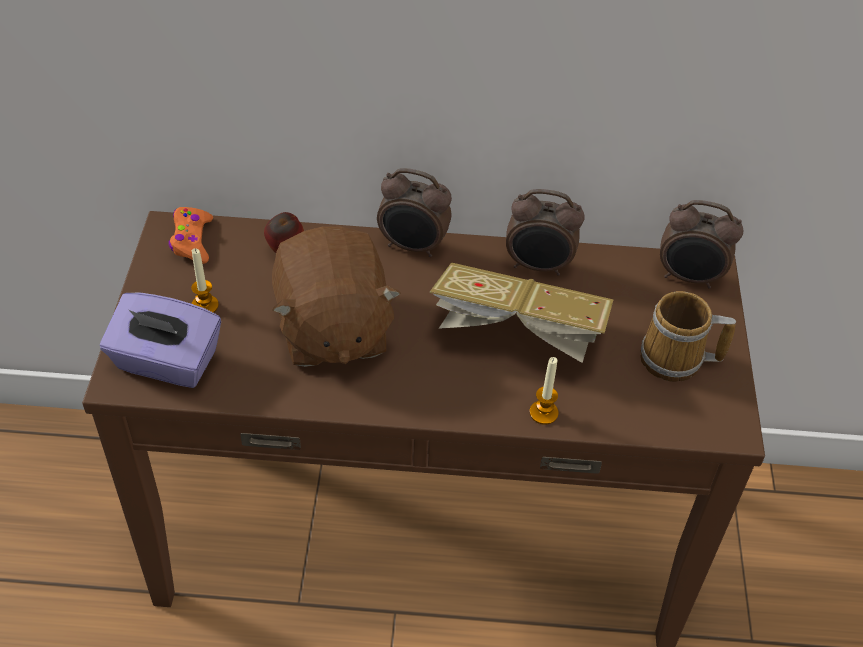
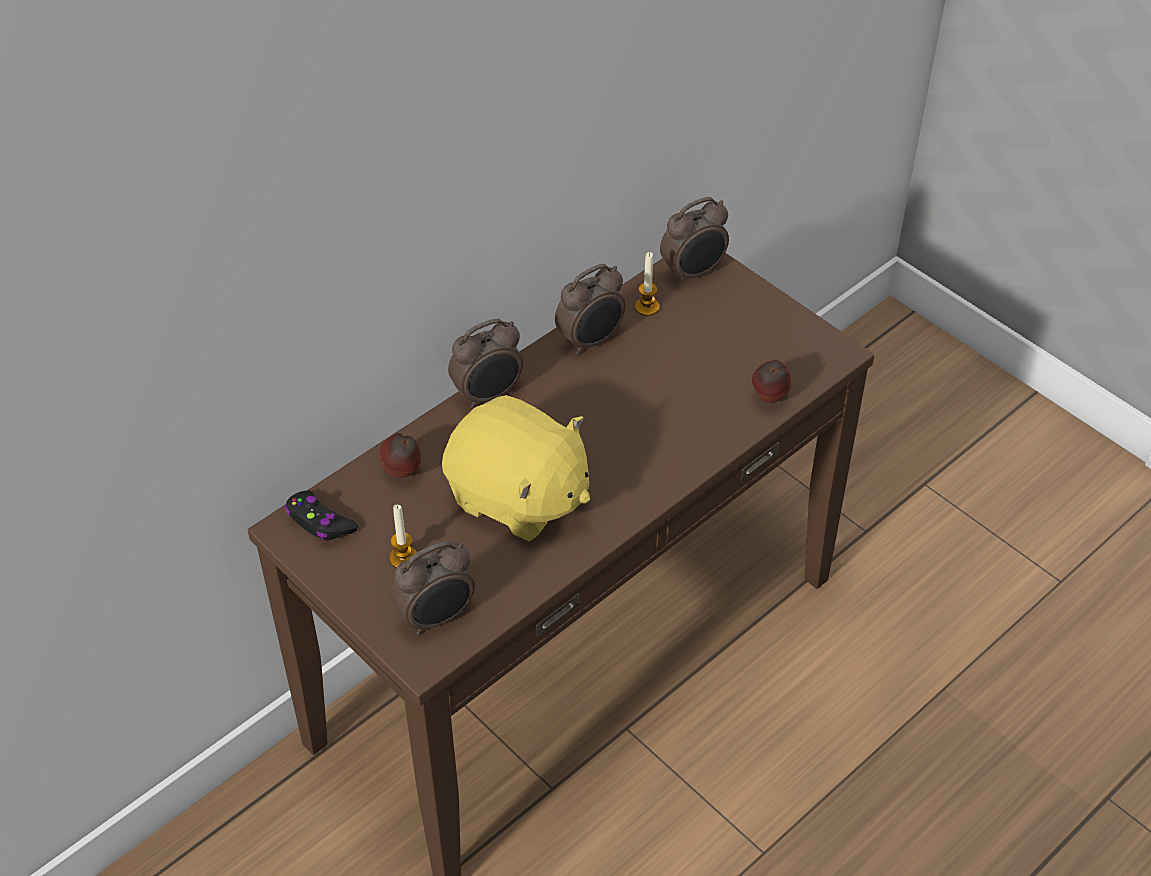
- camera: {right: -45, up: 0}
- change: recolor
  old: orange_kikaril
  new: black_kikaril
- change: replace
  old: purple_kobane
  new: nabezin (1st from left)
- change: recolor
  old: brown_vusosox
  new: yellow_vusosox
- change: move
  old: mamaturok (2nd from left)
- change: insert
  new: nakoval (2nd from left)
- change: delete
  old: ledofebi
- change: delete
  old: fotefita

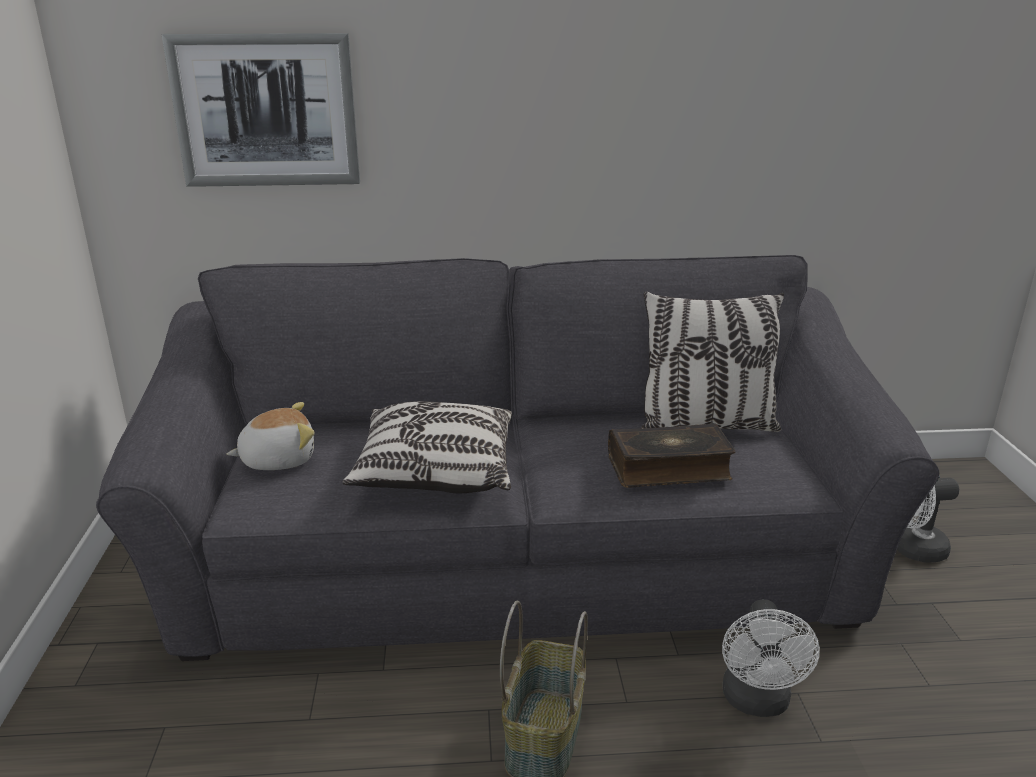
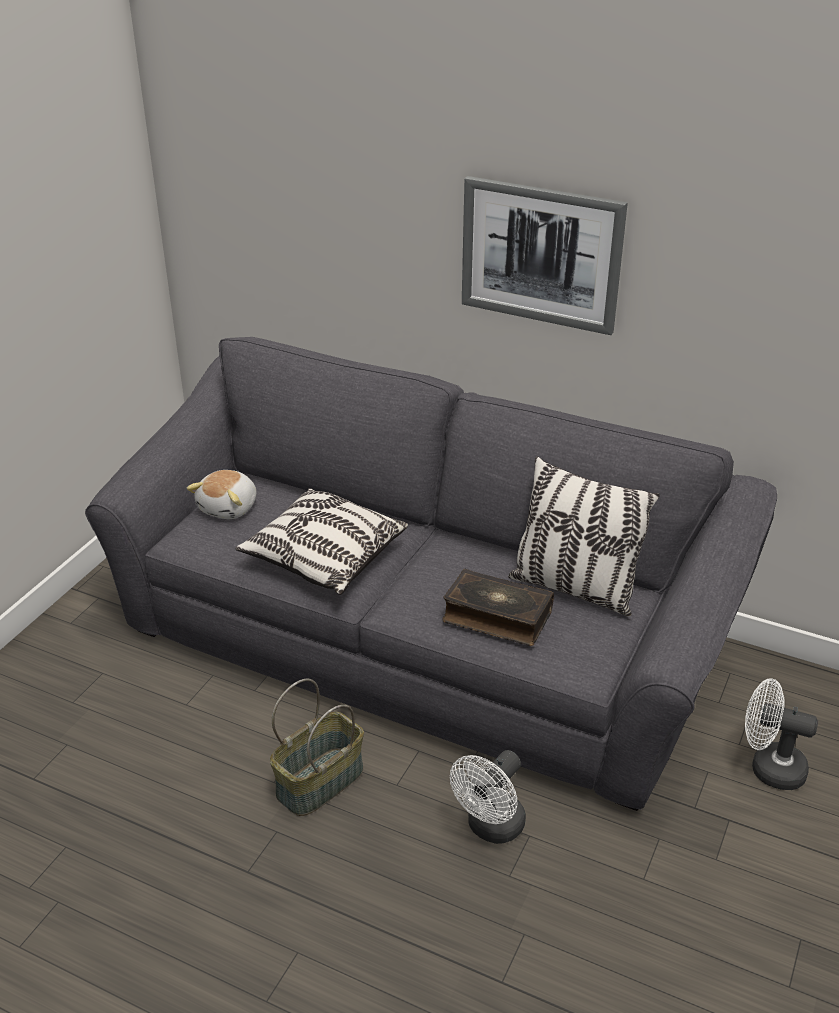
- camera: {right: 30, up: 10}
- change: rotate
  old: vusosox
  degrees: 105
- change: move
  old: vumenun

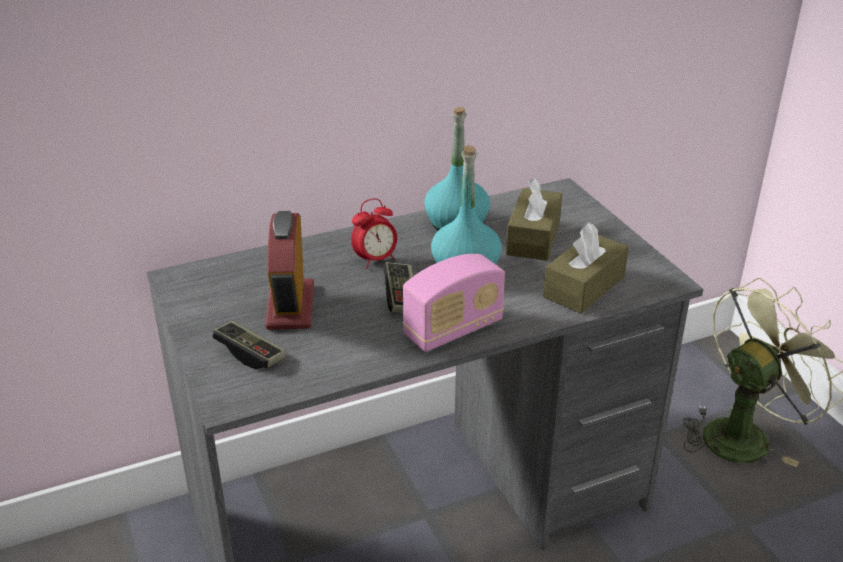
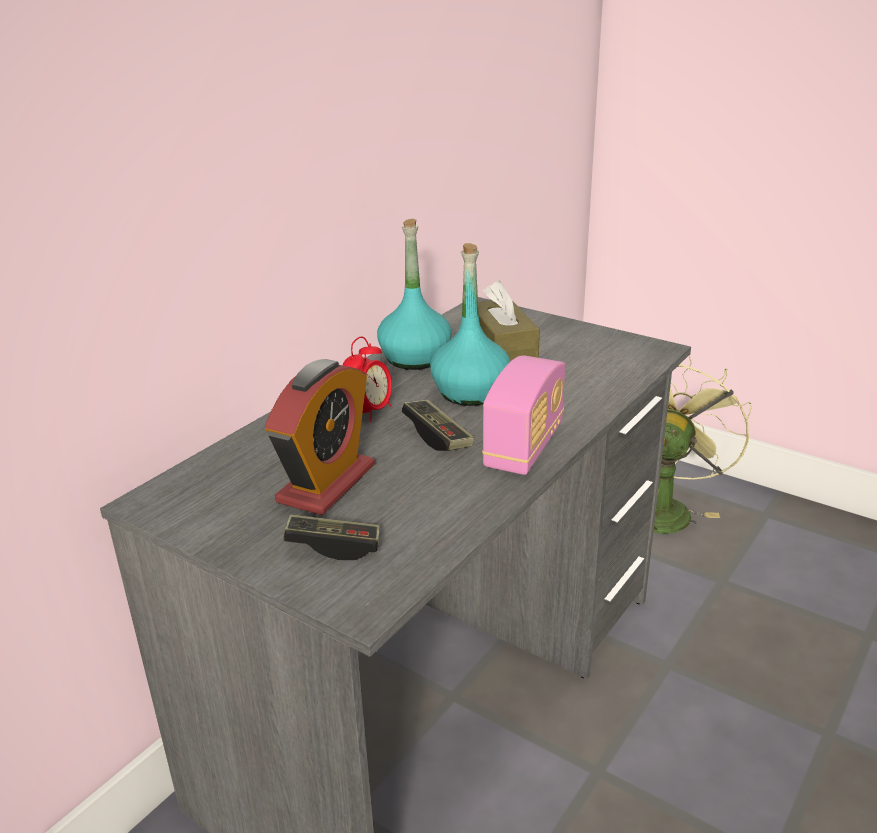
- camera: {right: -30, up: -5}
- change: rotate
  old: nabezin (1st from left)
  degrees: -120
- change: delete
  old: brown_kobane (2nd from left)

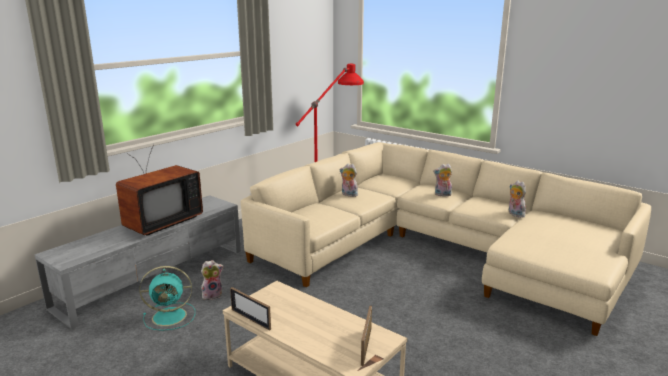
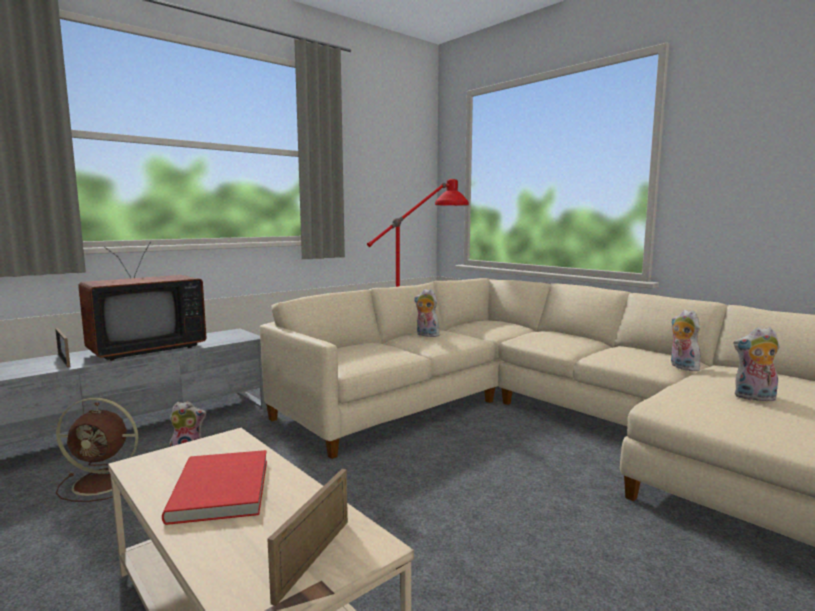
- camera: {right: 10, up: -10}
- change: move
  old: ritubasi (1st from left)
- change: recolor
  old: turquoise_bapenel
  new: brown_bapenel
- change: insert
  new: red_ledofebi
- change: move
  old: vusosox (3rd from left in the first image)
  new: vusosox (4th from left)

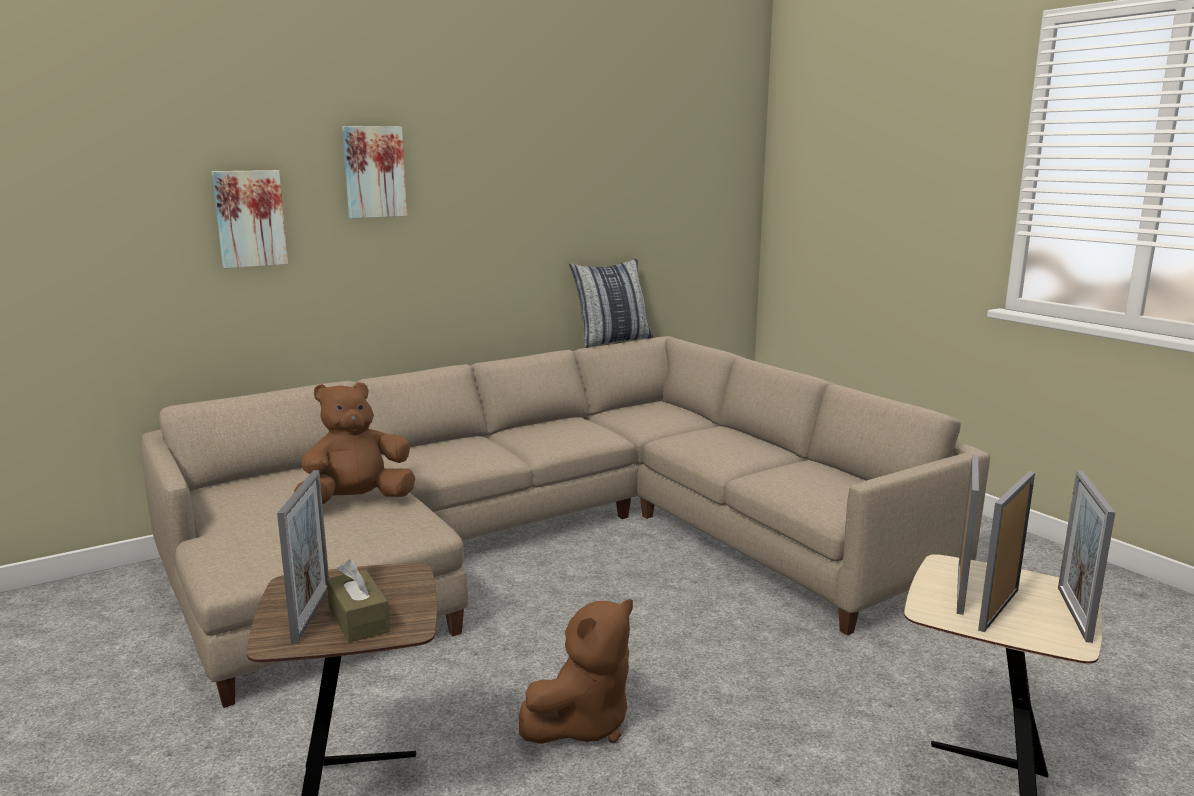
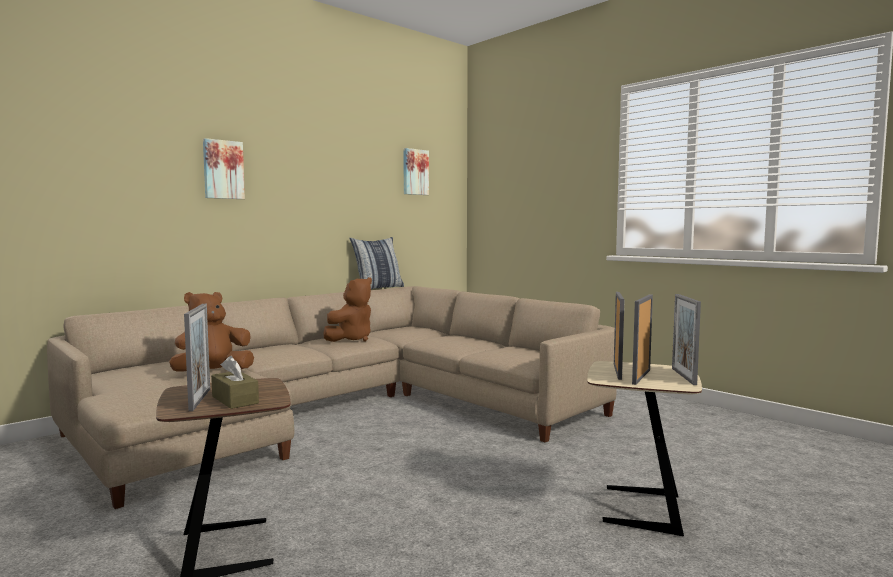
- camera: {right: -10, up: -10}
- change: move
  old: brown_vusosox (2nd from left)
- change: move
  old: vumenun (1st from left in the first image)
  new: vumenun (2nd from left)

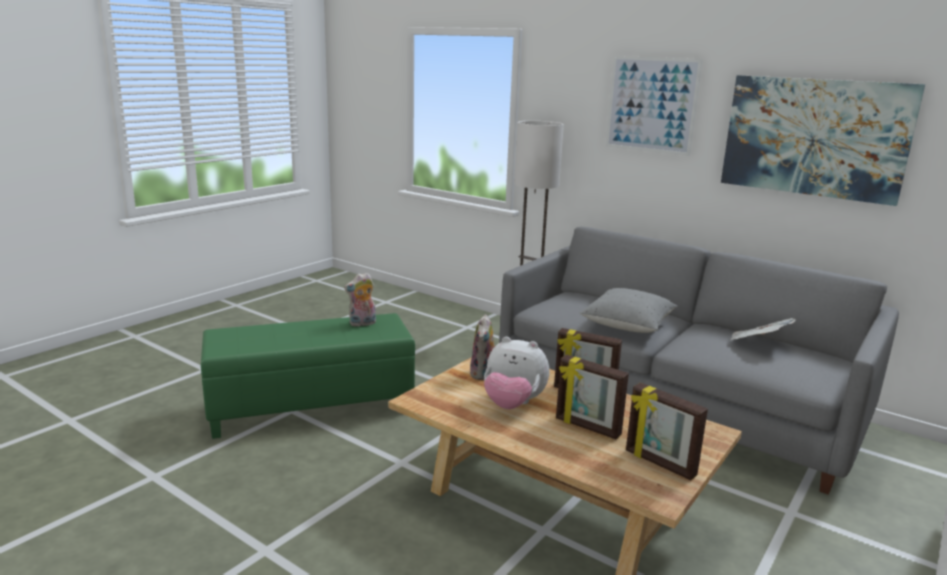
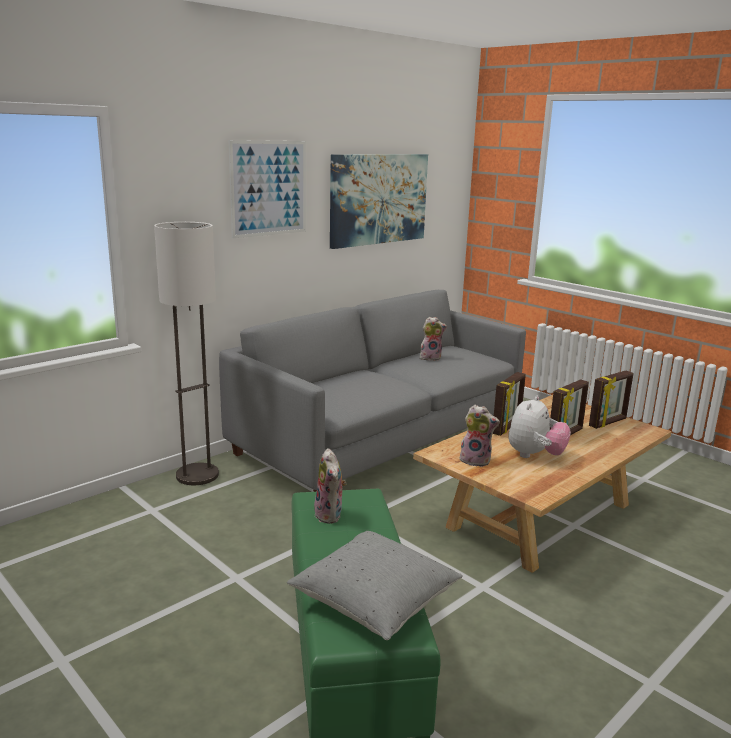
- camera: {right: -80, up: 0}
- change: move
  old: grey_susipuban
- change: replace
  old: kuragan
  new: vusosox (2nd from left)

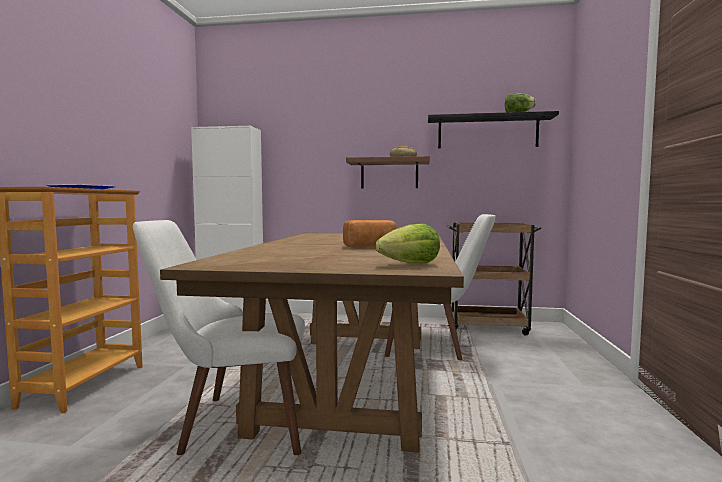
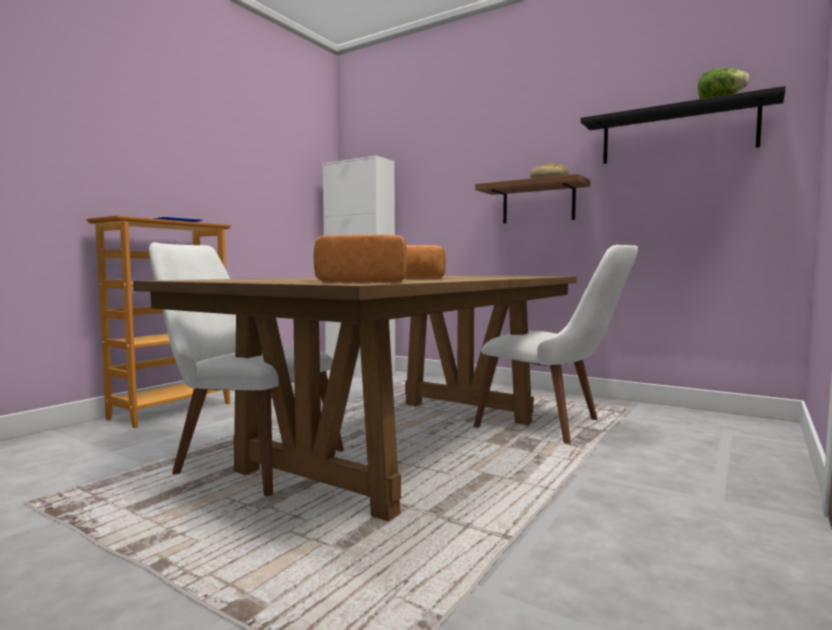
- camera: {right: 25, up: 0}
- change: replace
  old: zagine (1st from left)
  new: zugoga (1st from left)
- change: delete
  old: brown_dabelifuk

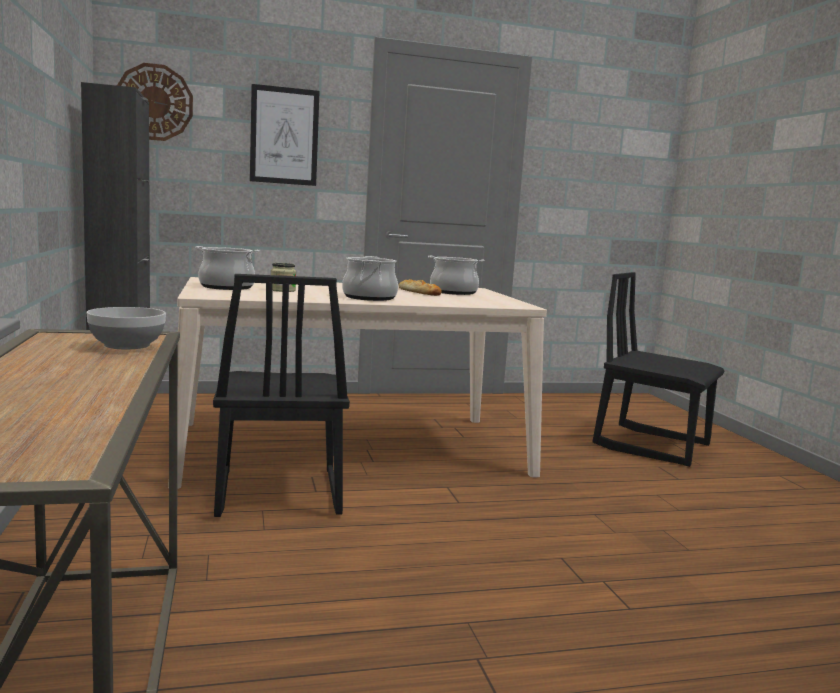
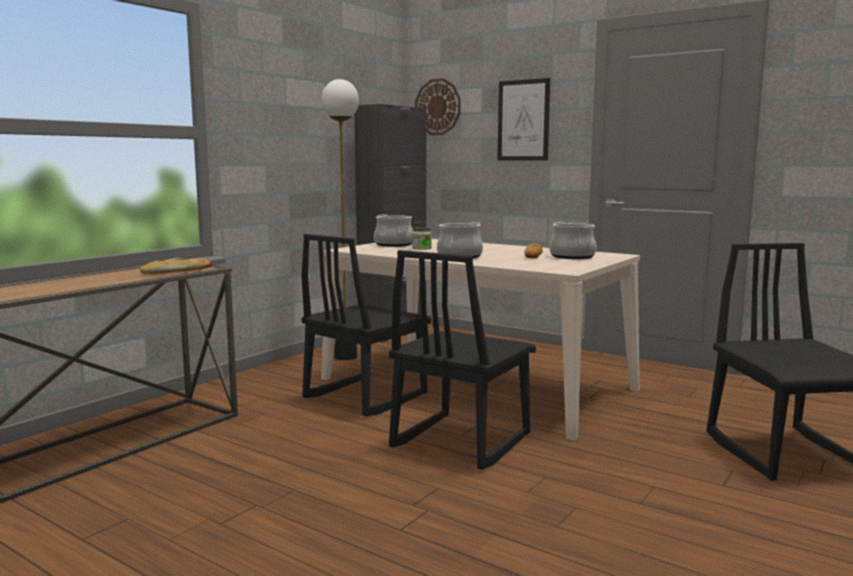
- camera: {right: 50, up: 0}
- change: replace
  old: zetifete
  new: zugoga (1st from left)
- change: insert
  new: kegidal
- change: insert
  new: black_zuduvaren (2nd from left)

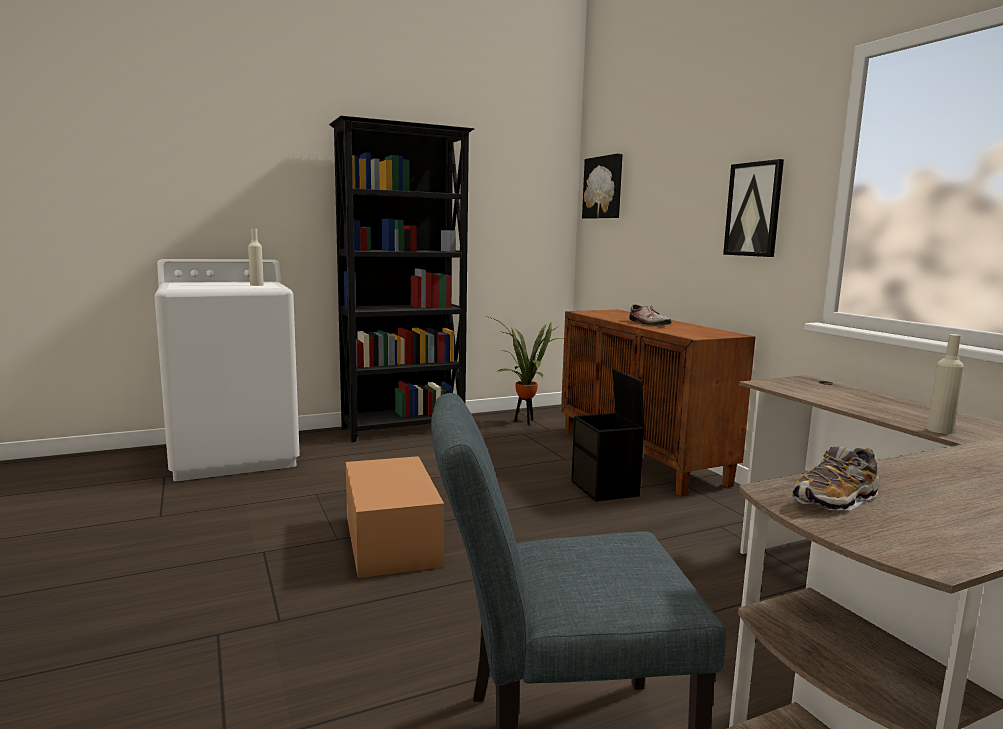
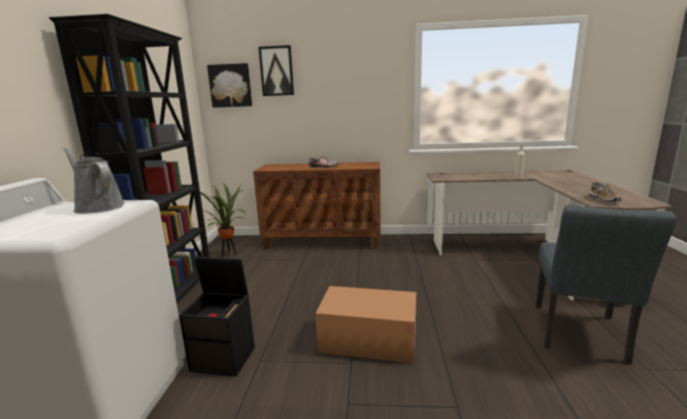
- camera: {right: -60, up: 5}
- change: replace
  old: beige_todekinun (1st from left)
  new: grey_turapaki
- change: move
  old: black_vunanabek
- change: move
  old: vumenun (2nd from left)

